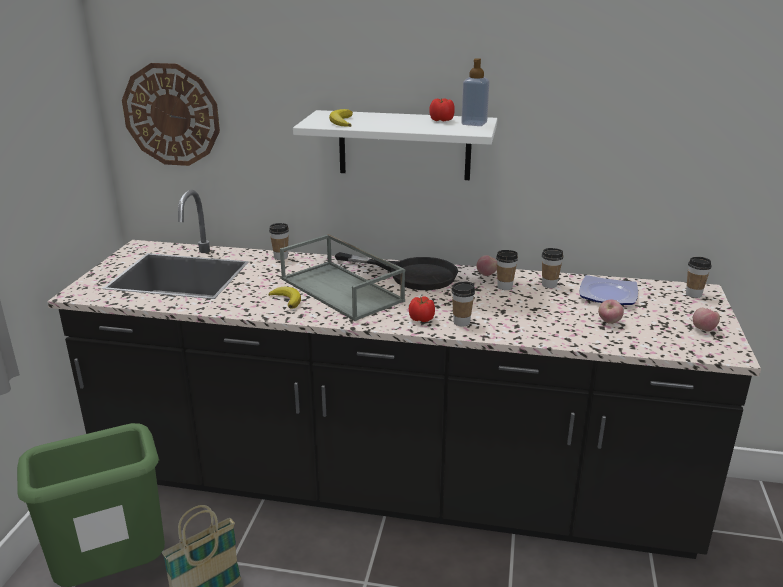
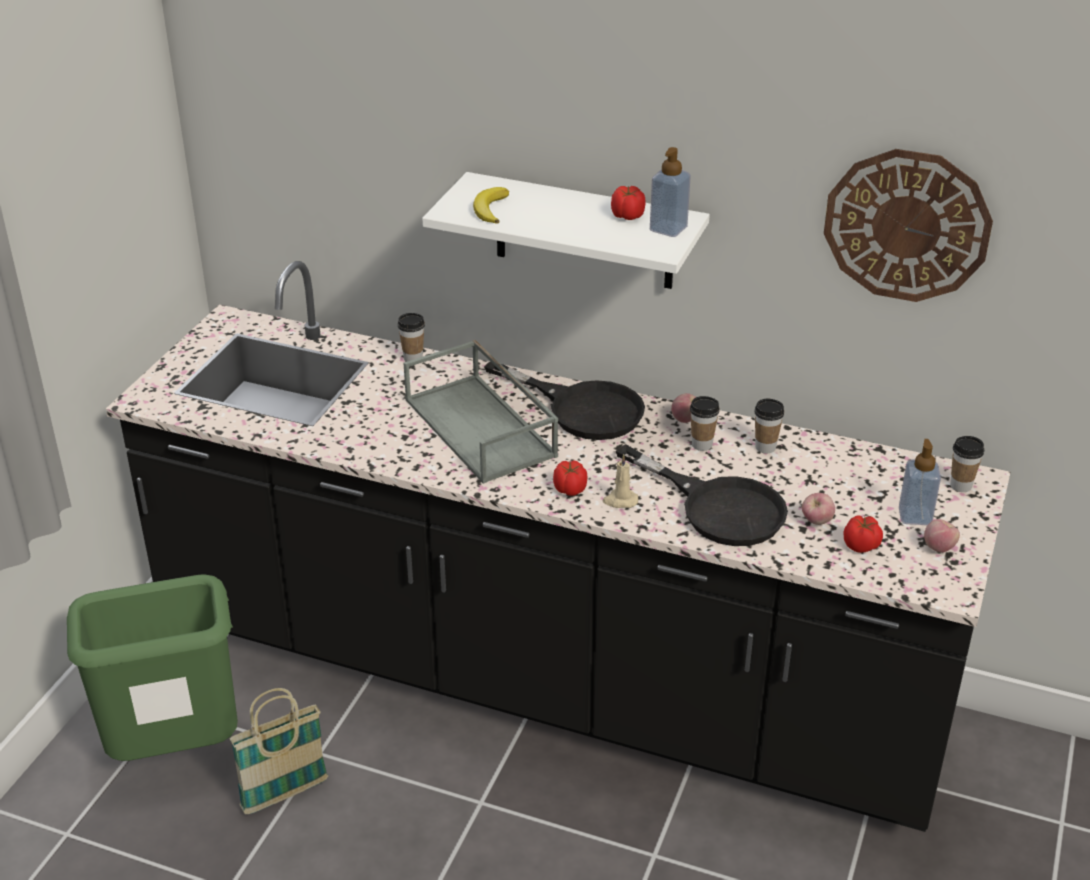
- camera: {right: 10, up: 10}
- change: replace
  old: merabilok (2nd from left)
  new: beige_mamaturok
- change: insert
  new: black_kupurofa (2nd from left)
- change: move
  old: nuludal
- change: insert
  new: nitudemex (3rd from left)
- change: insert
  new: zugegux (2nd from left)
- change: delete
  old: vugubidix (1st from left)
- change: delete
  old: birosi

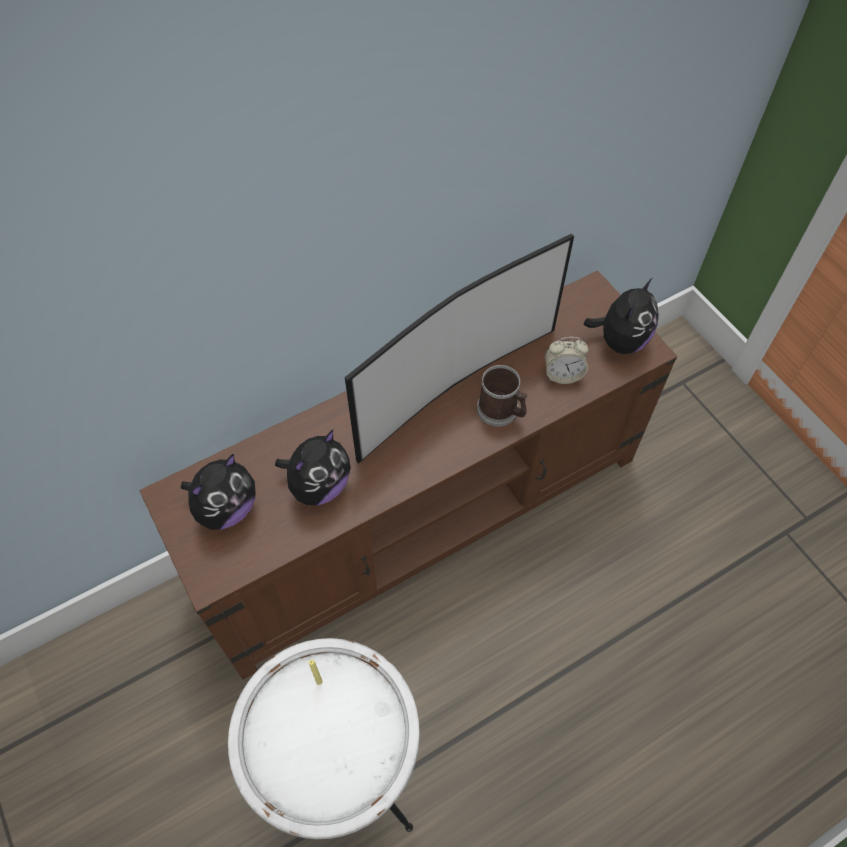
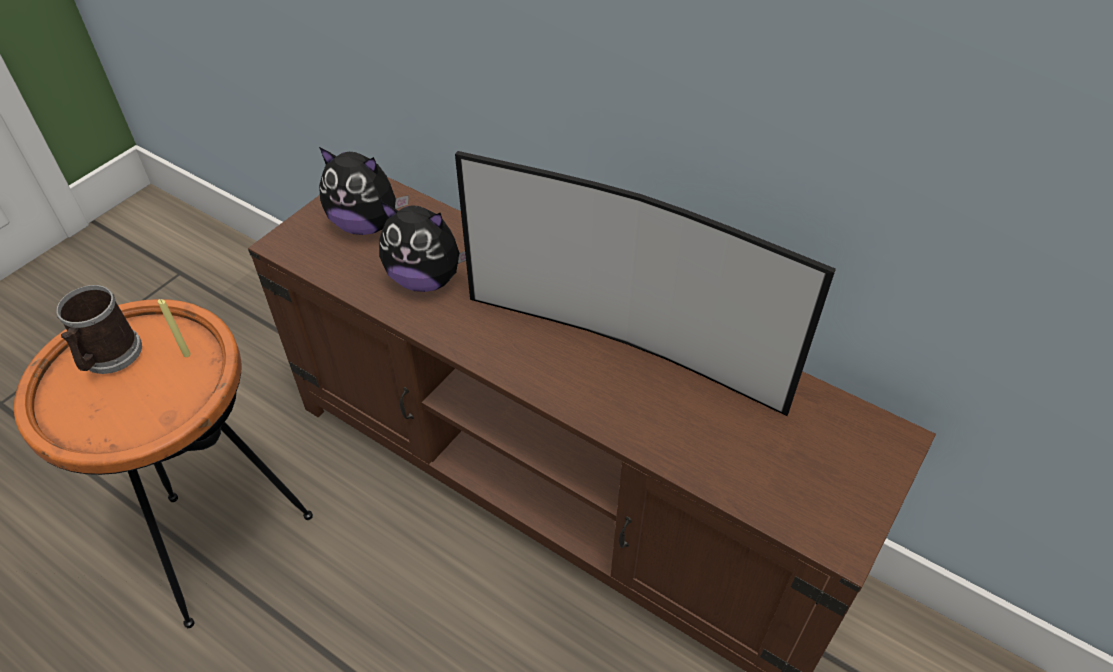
- camera: {right: 65, up: -10}
- change: recolor
  old: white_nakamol
  new: orange_nakamol
- change: move
  old: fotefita
- change: delete
  old: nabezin
- change: delete
  old: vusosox (3rd from left)

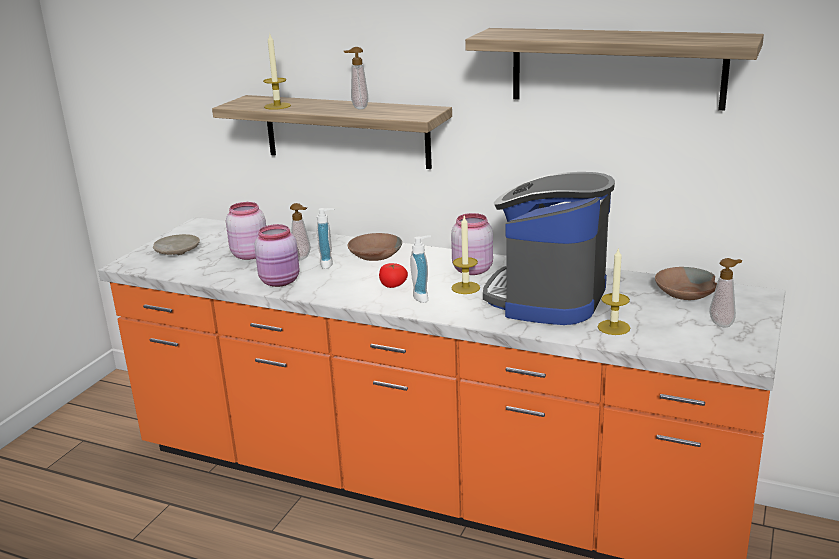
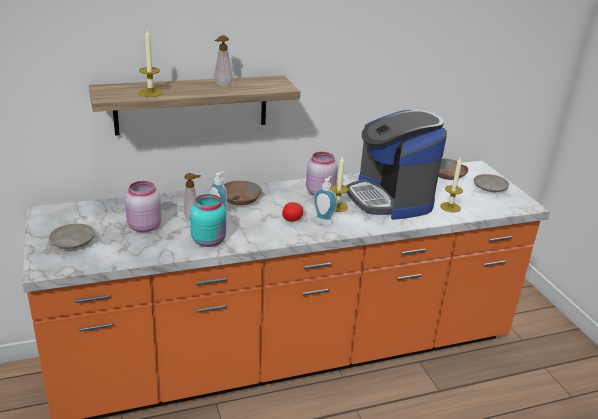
- camera: {right: -45, up: 5}
- change: recolor
  old: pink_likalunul (2nd from left)
  new: turquoise_likalunul
- change: replace
  old: zugegux (5th from left)
  new: beige_birosi (2nd from left)
- change: delete
  old: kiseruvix (2nd from left)

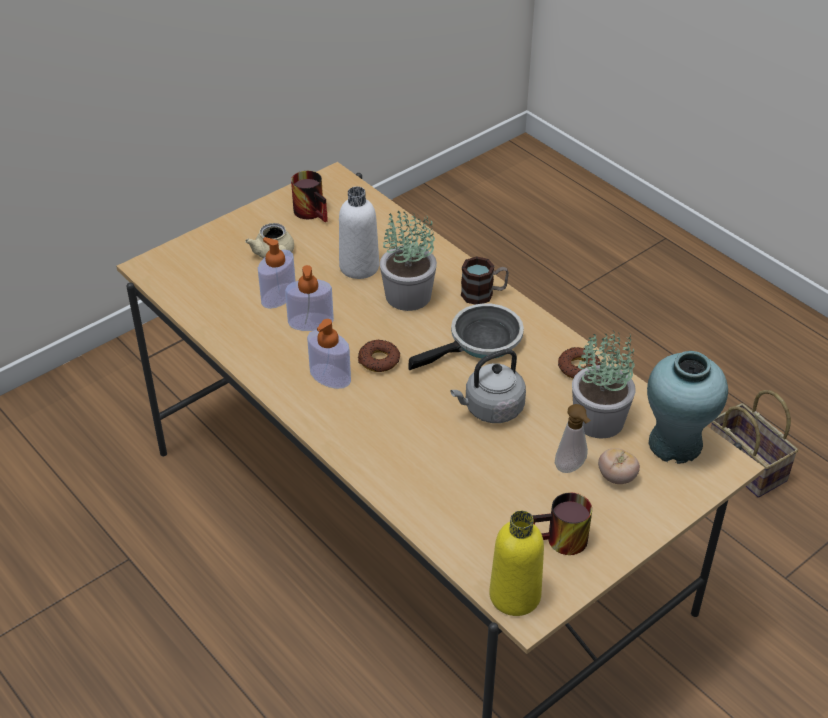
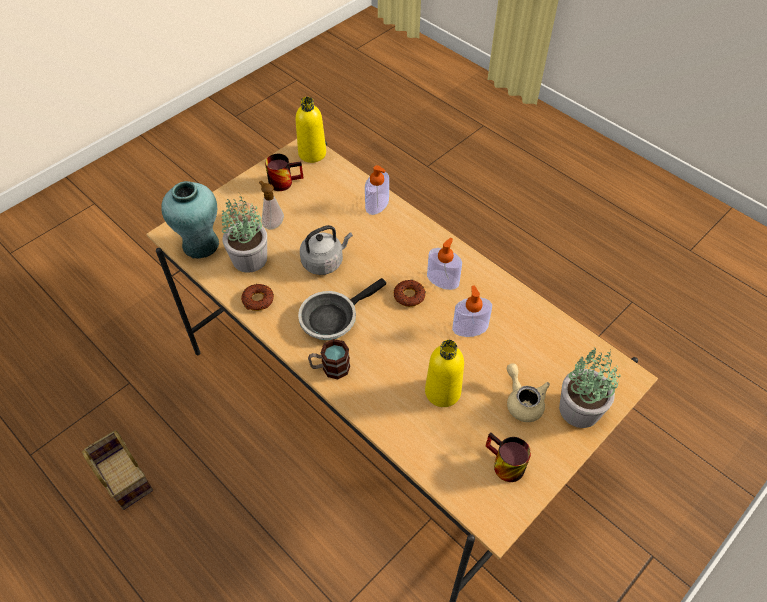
- camera: {right: 175, up: 10}
- change: move
  old: zugegux (1st from left in the first image)
  new: zugegux (2nd from left)
- change: recolor
  old: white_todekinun
  new: yellow_todekinun (2nd from left)
- change: move
  old: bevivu (1st from left in the first image)
  new: bevivu (2nd from left)

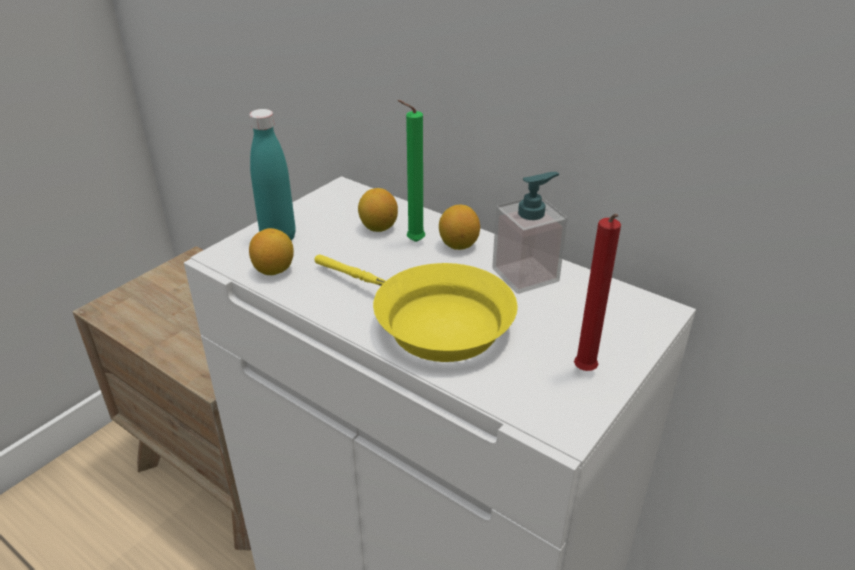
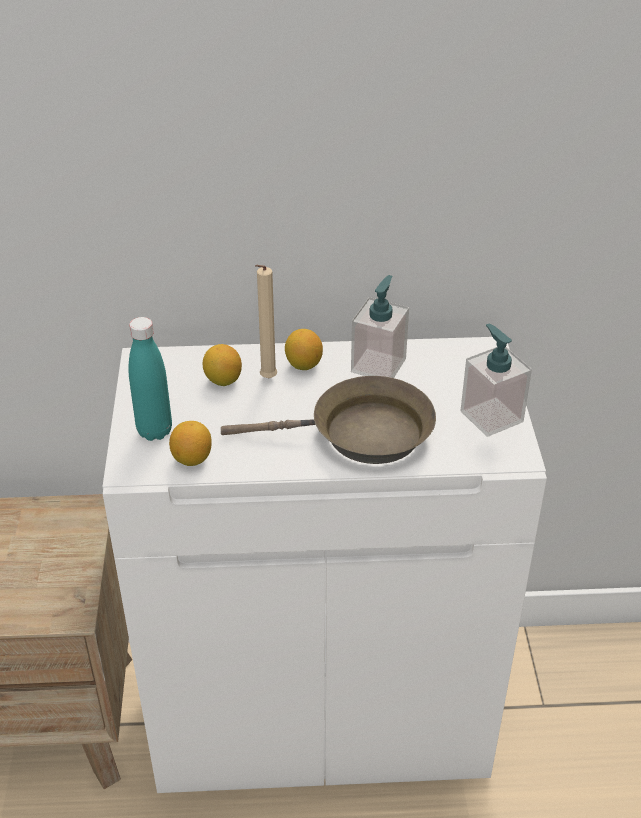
- camera: {right: -40, up: 5}
- change: recolor
  old: yellow_kupurofa
  new: brown_kupurofa
- change: recolor
  old: green_mamaturok
  new: beige_mamaturok
- change: replace
  old: red_mamaturok
  new: zugegux (2nd from left)

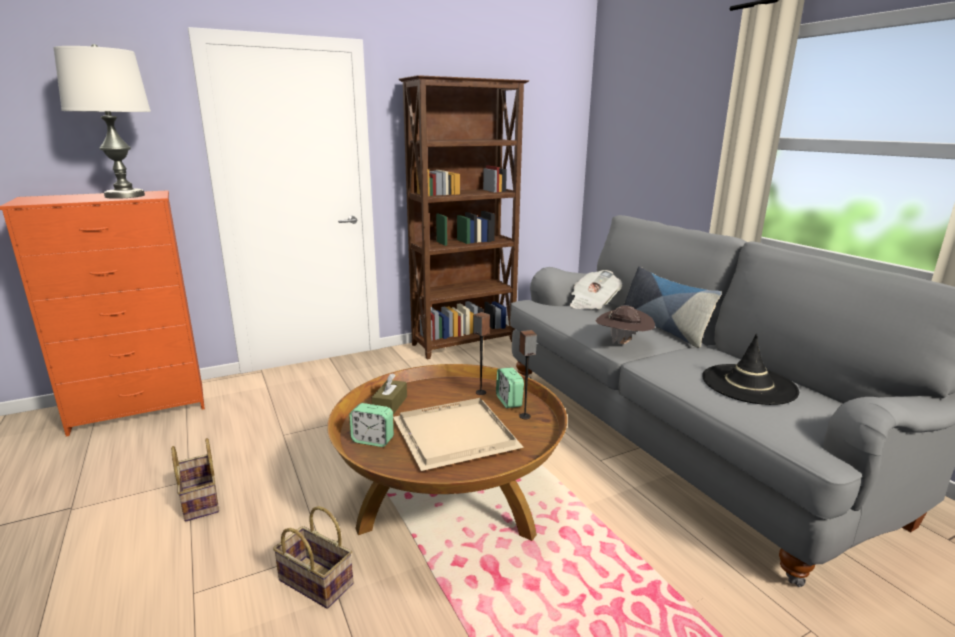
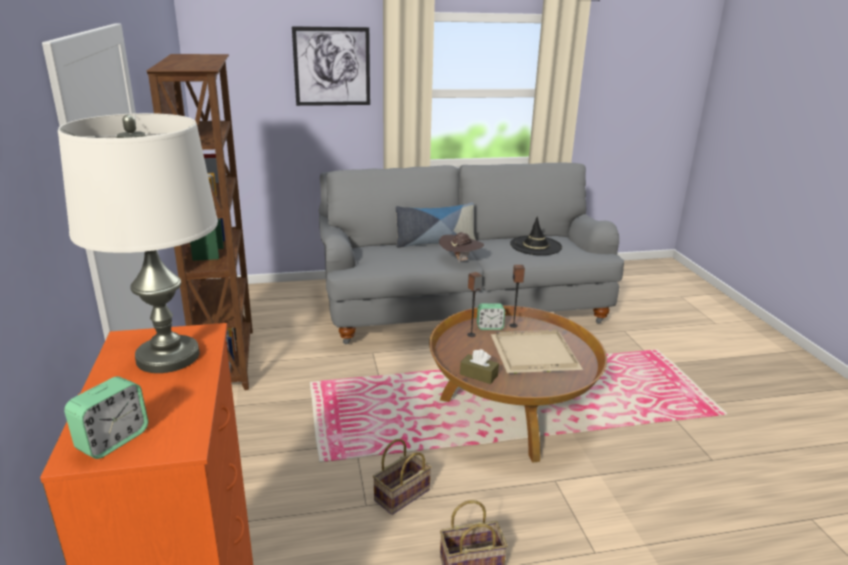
- camera: {right: -75, up: 5}
- change: move
  old: nabezin (1st from left)
- change: insert
  new: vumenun
- change: move
  old: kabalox (2nd from left in the first image)
  new: kabalox (1st from left)
- change: delete
  old: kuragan

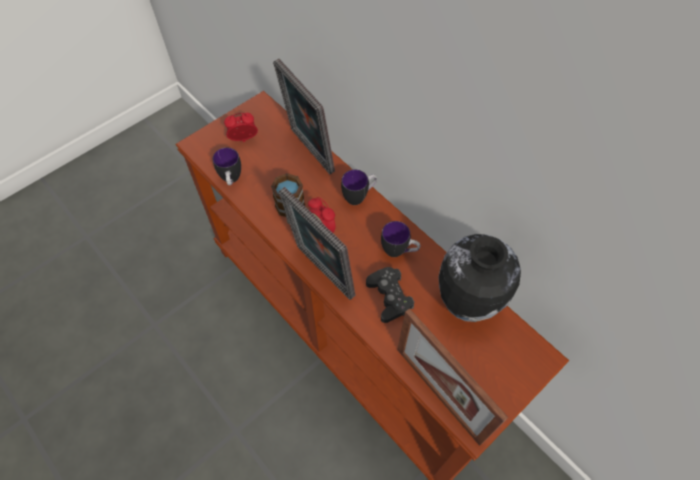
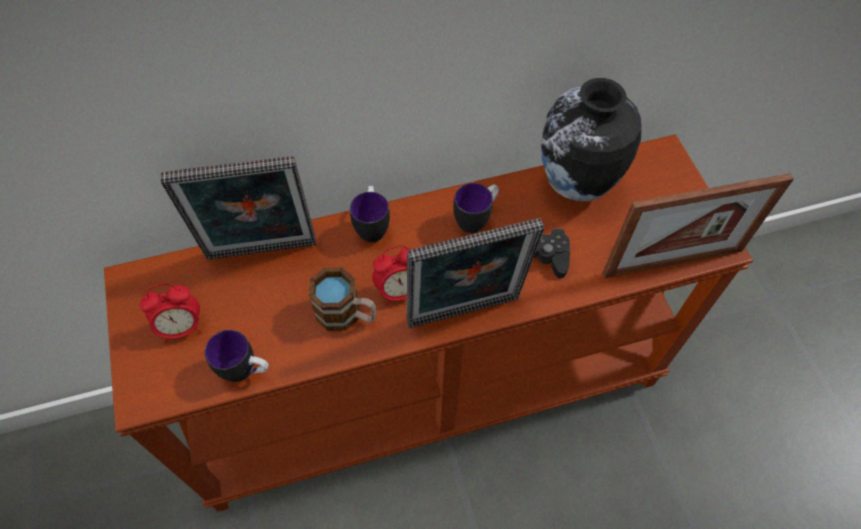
- camera: {right: -65, up: 0}
- change: rotate
  old: nabezin (1st from left)
  degrees: -120

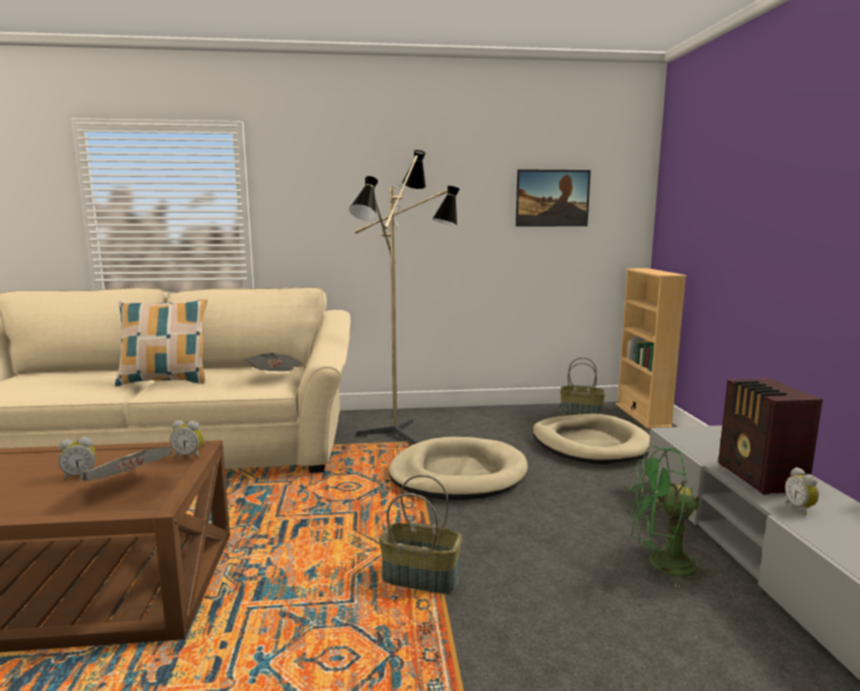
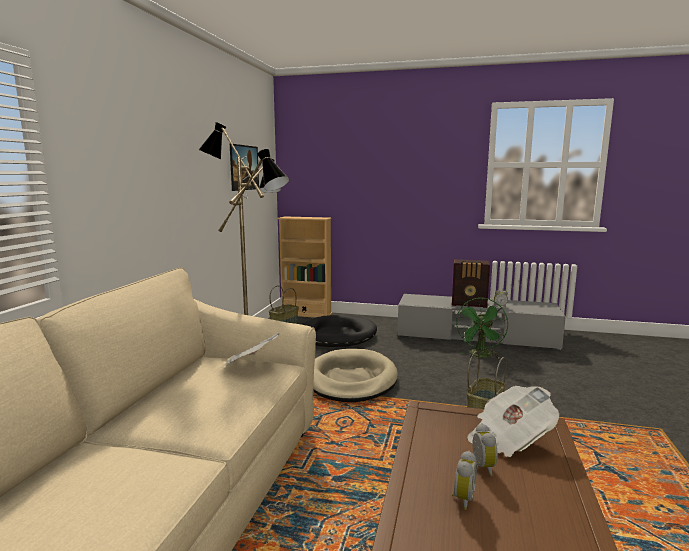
- camera: {right: -70, up: 0}
- change: recolor
  old: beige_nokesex (2nd from left)
  new: black_nokesex
- change: move
  old: nabezin (2nd from left in the first image)
  new: nabezin (1st from left)
- change: delete
  old: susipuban

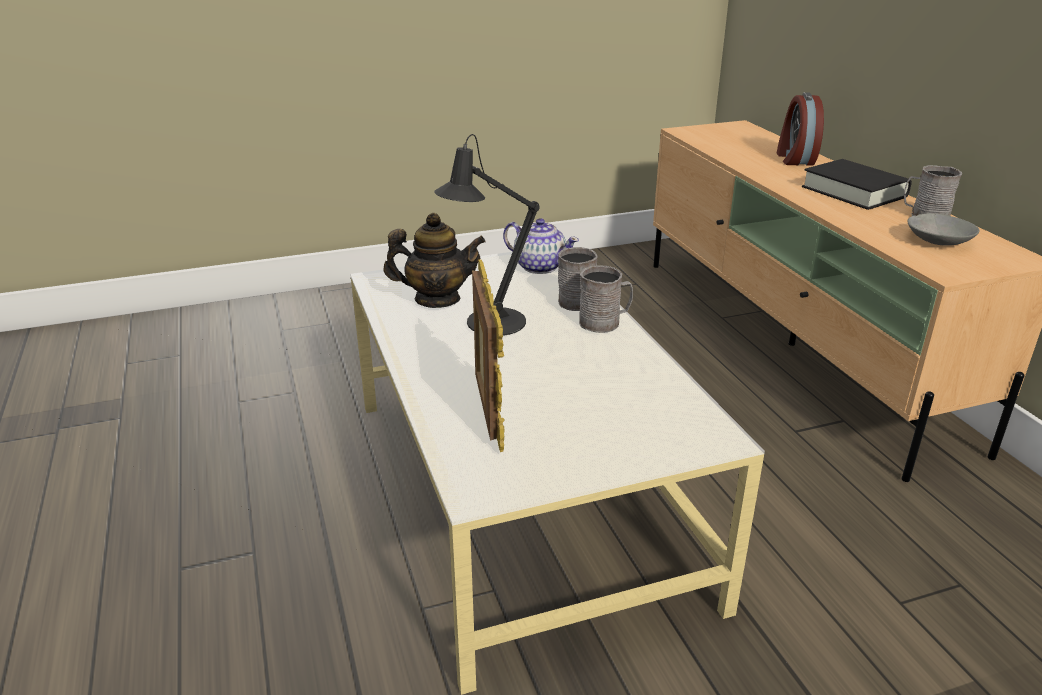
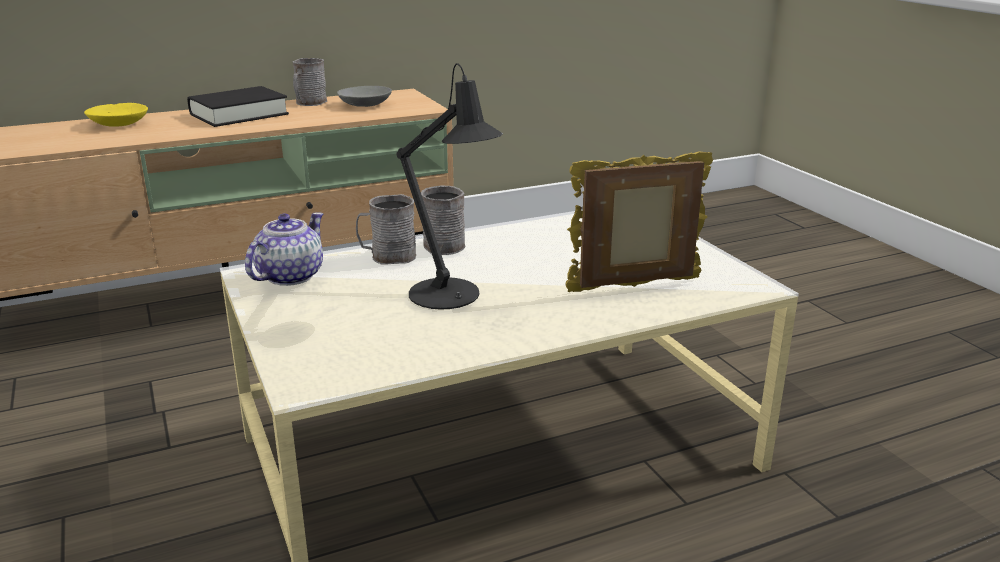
- camera: {right: -95, up: -5}
- change: replace
  old: nabezin
  new: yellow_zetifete
- change: delete
  old: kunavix (1st from left)

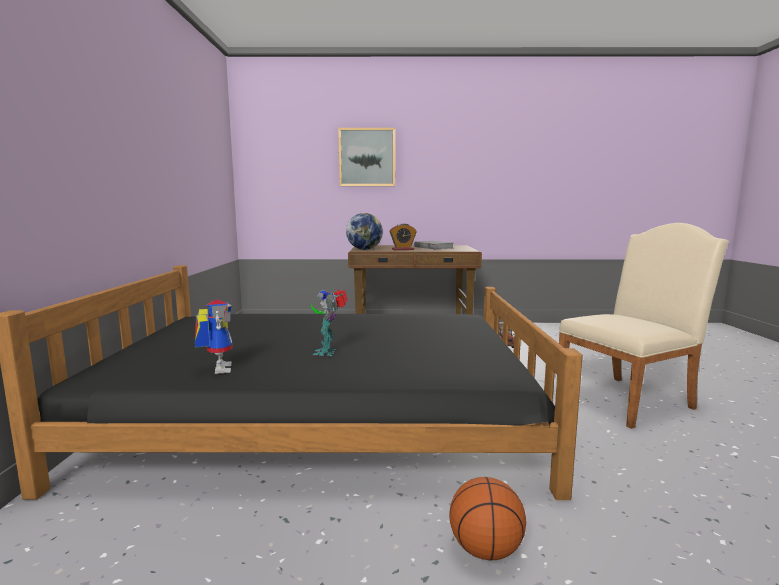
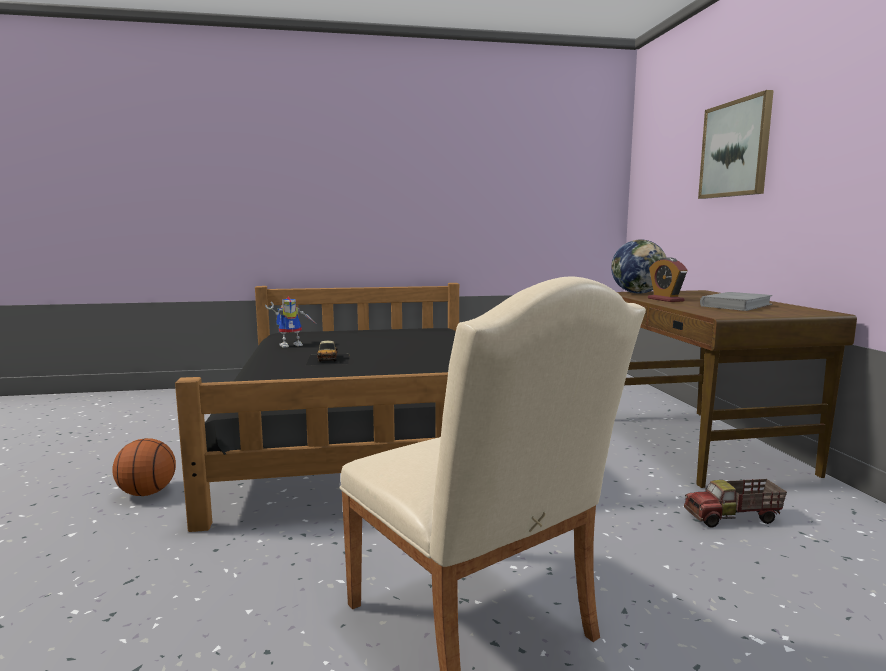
- camera: {right: 80, up: 0}
- change: replace
  old: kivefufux (2nd from left)
  new: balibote

